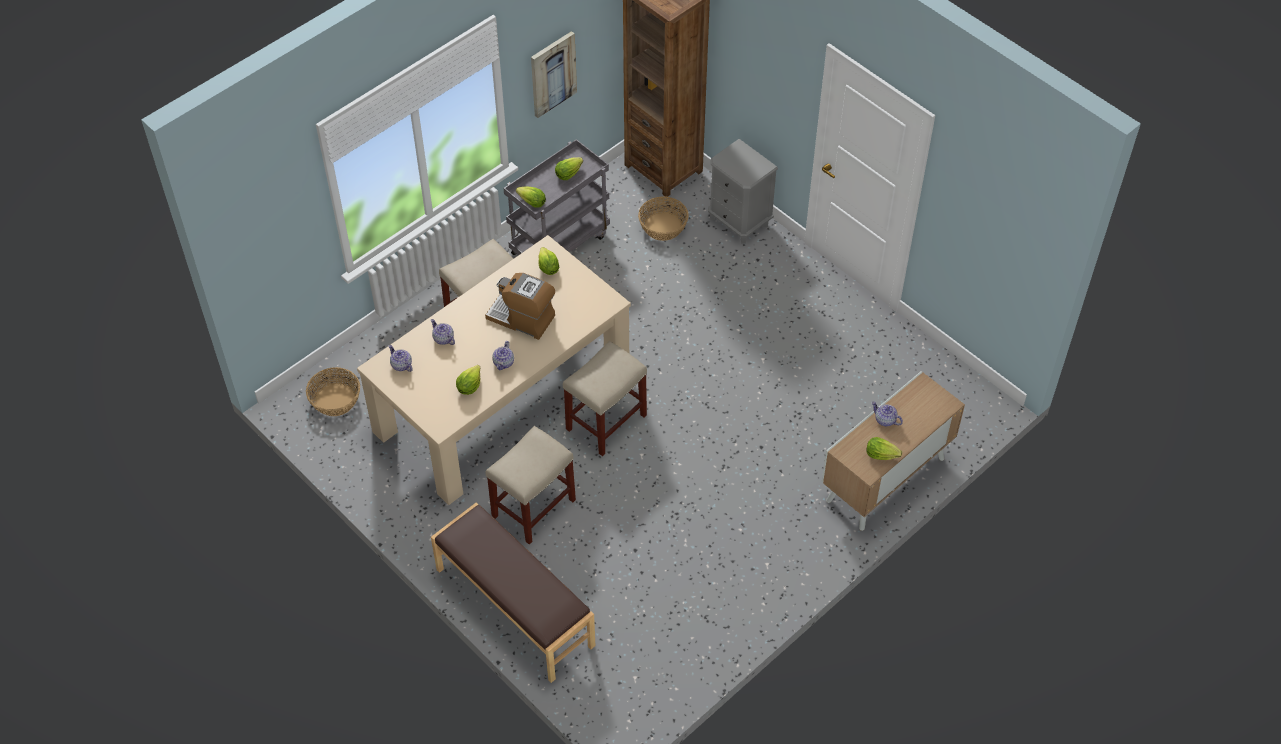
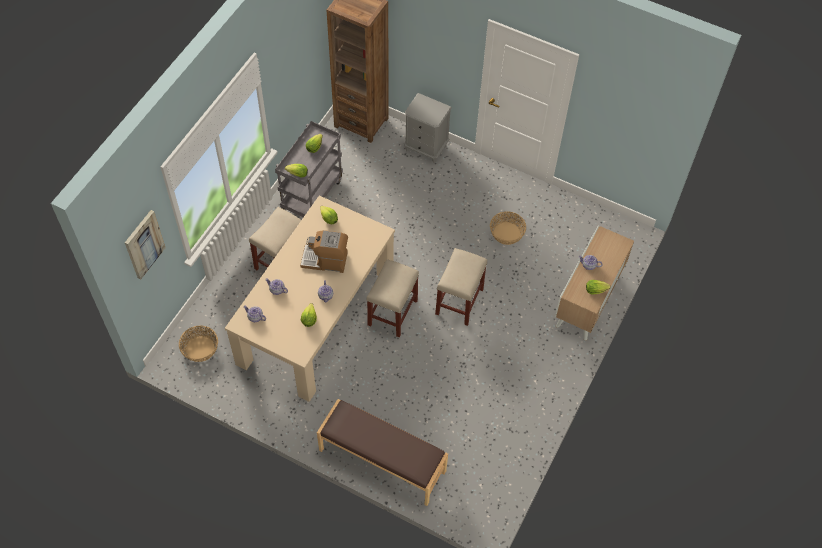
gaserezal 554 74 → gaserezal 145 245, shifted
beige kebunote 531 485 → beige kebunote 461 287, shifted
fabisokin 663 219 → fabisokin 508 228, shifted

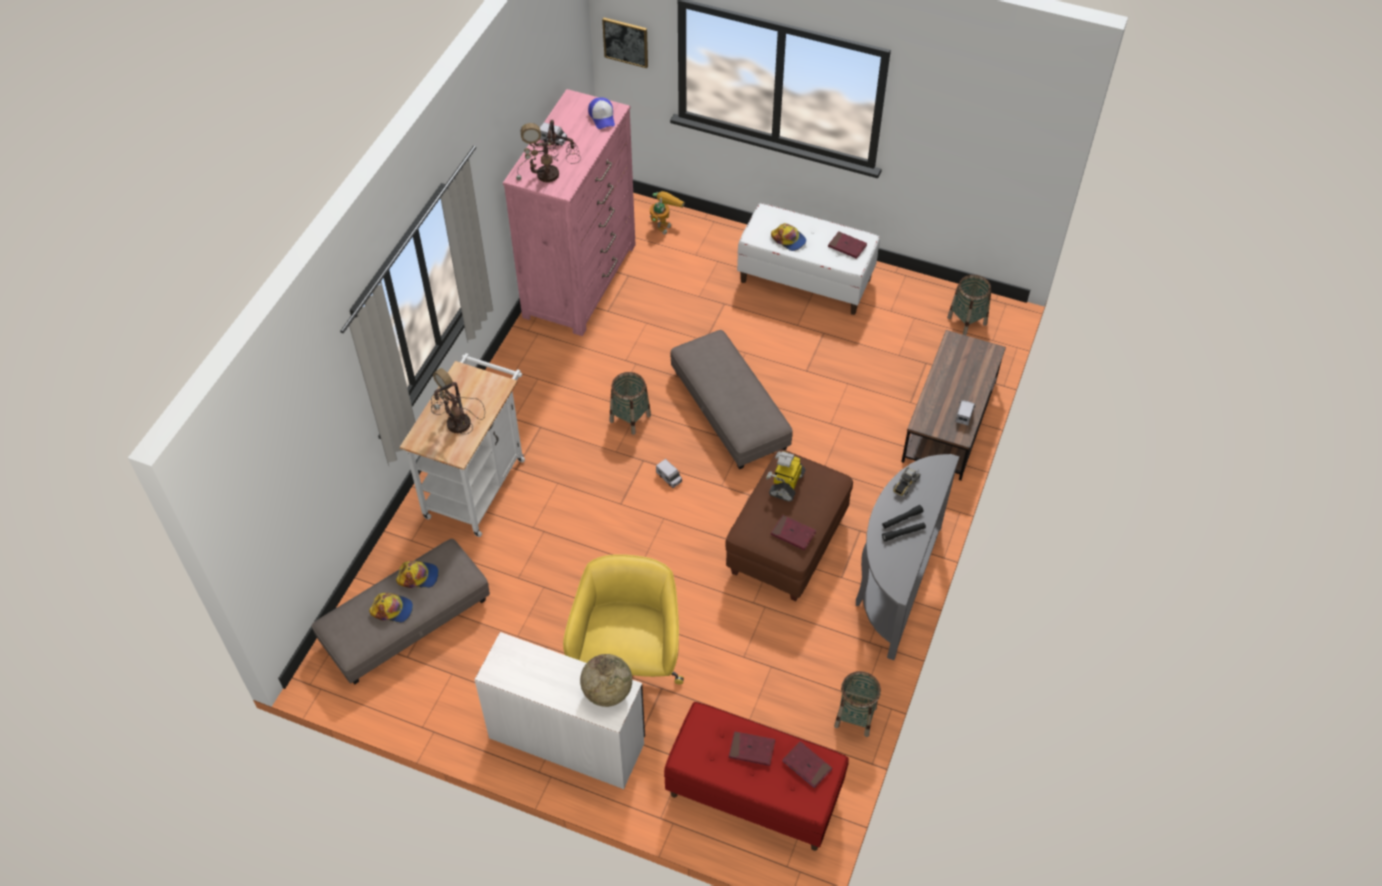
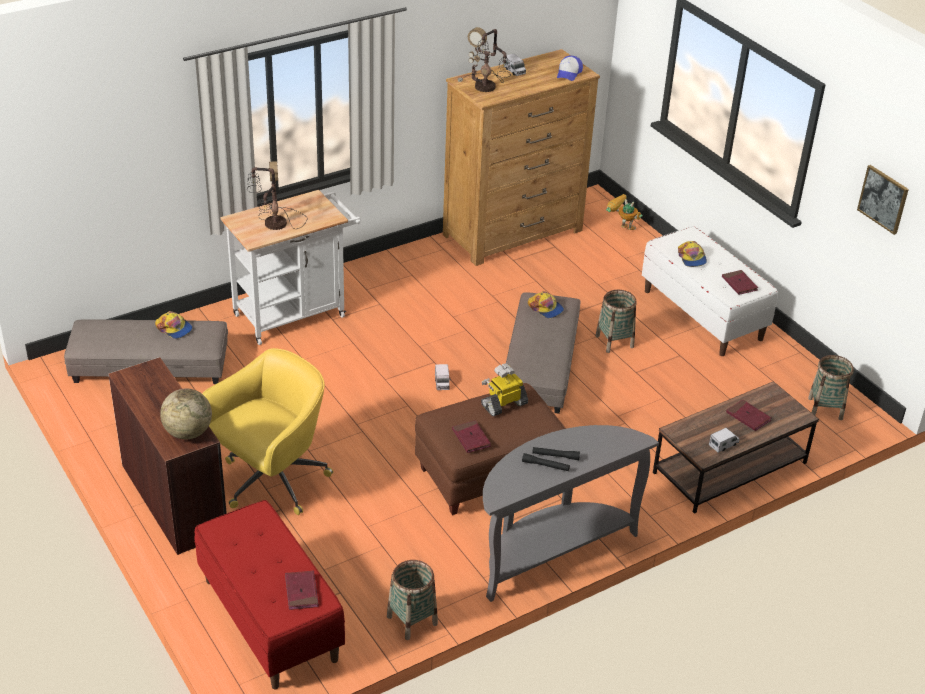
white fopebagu 559 710 → brown fopebagu 167 456
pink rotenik 569 212 → brown rotenik 521 157
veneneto 391 608 → veneneto 546 304, shifted
fabisokin 630 403 → fabisokin 616 321, shifted
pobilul 667 212 → pobilul 624 212, 120 degrees counterclockwise
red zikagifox 752 748 → red zikagifox 748 415, shifted
gaserezal 625 43 → gaserezal 883 200, shifted
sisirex 906 480 → -

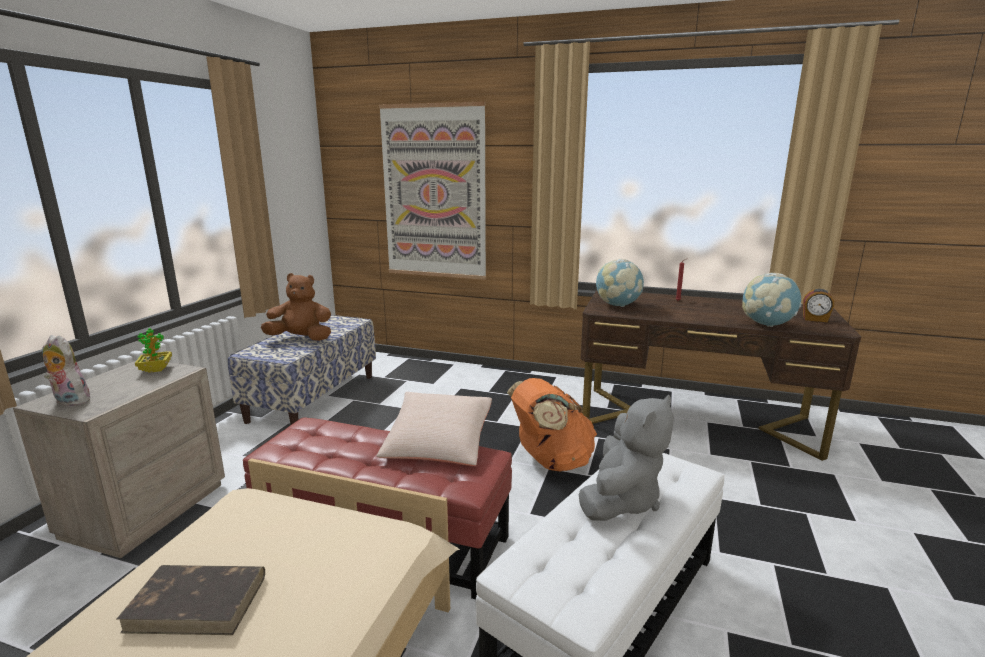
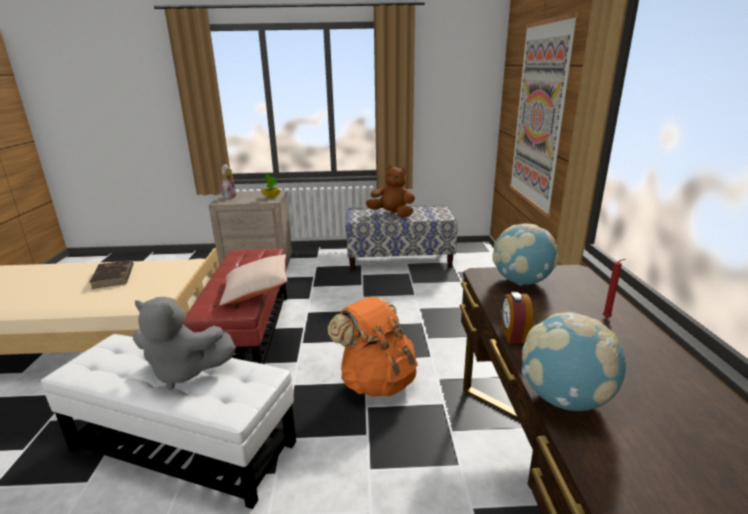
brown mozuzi 296 307 → brown mozuzi 390 191, 45 degrees counterclockwise
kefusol 818 305 → kefusol 517 317, shifted

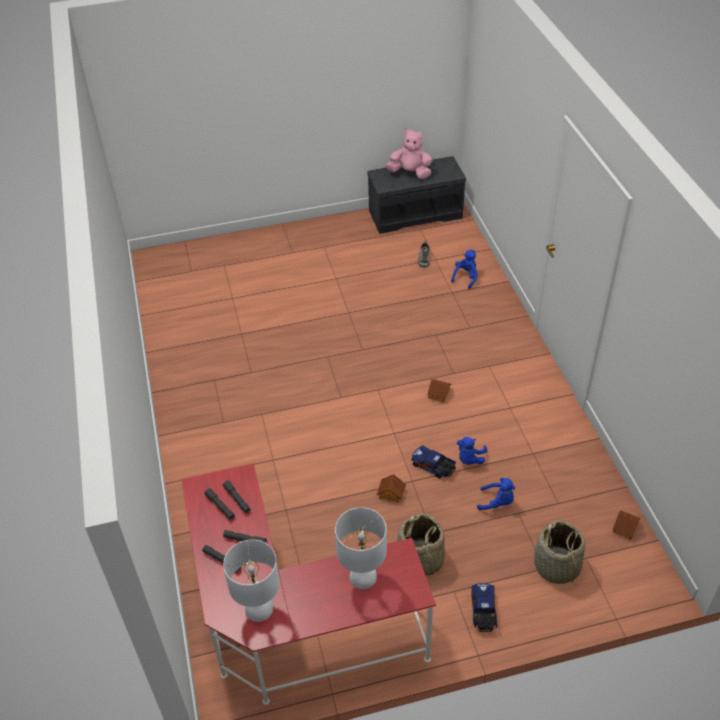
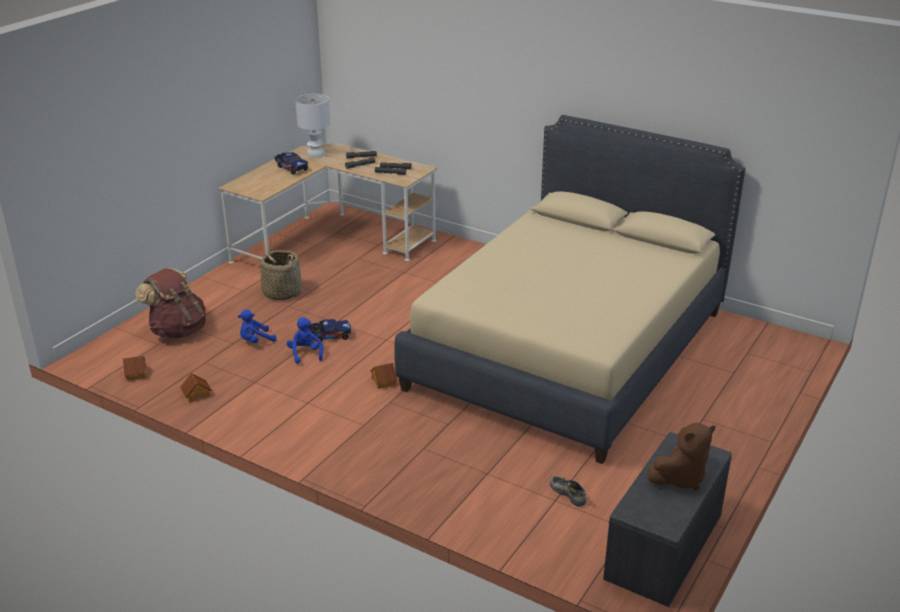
fabisokin 559 552 → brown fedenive 170 303
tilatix 391 488 → tilatix 196 387, shifted
red fopebagu 309 584 → beige fopebagu 327 203
sisirex 484 607 → sisirex 291 163, shifted
- → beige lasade 570 289
pink mozuzi 408 153 → brown mozuzi 681 457
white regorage 361 548 → -
blue mozuzi 464 269 → -

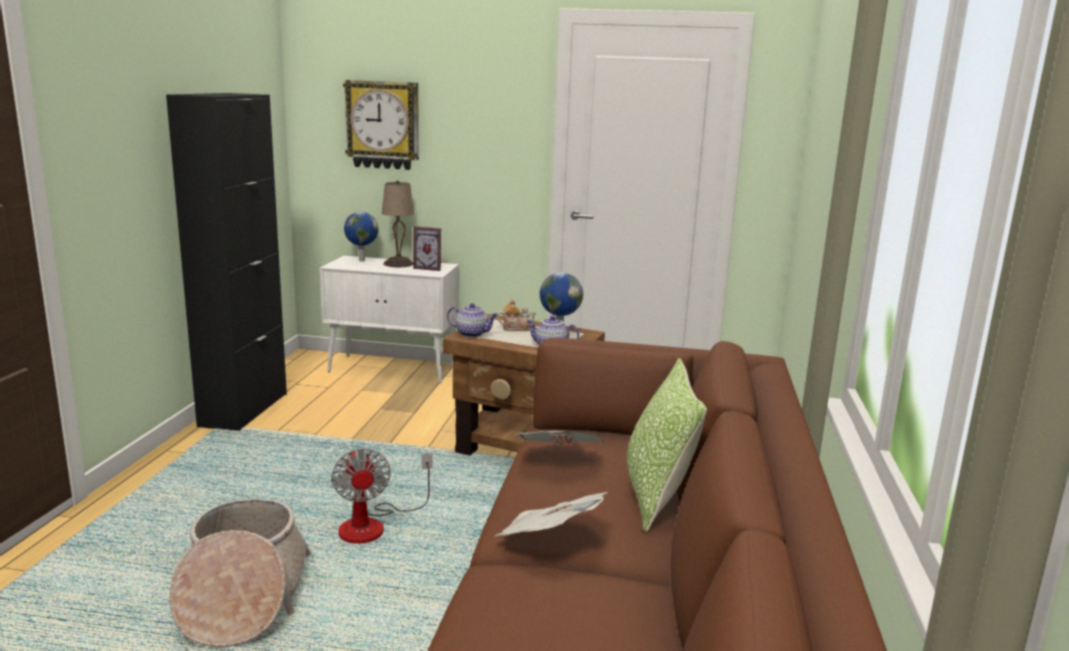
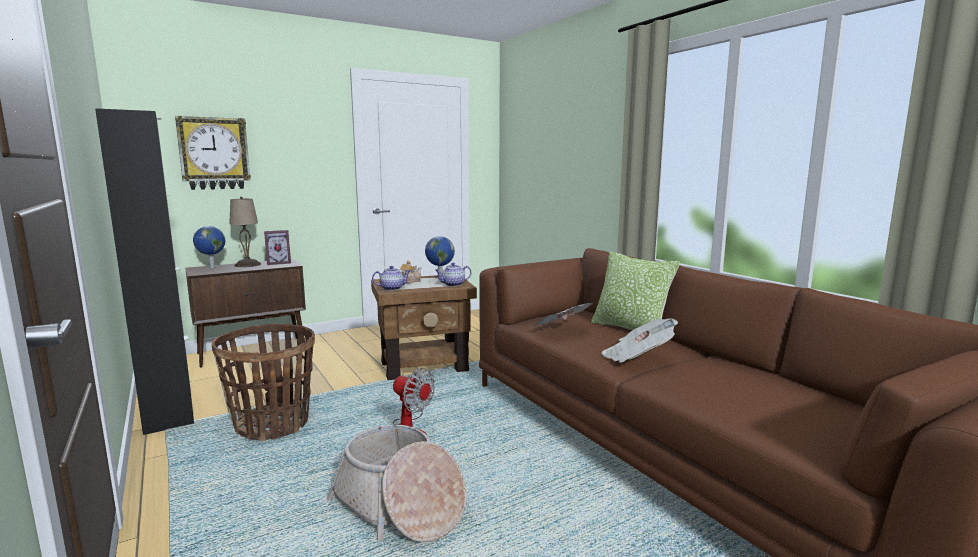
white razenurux 389 319 → brown razenurux 245 313
- → fabisokin 263 382

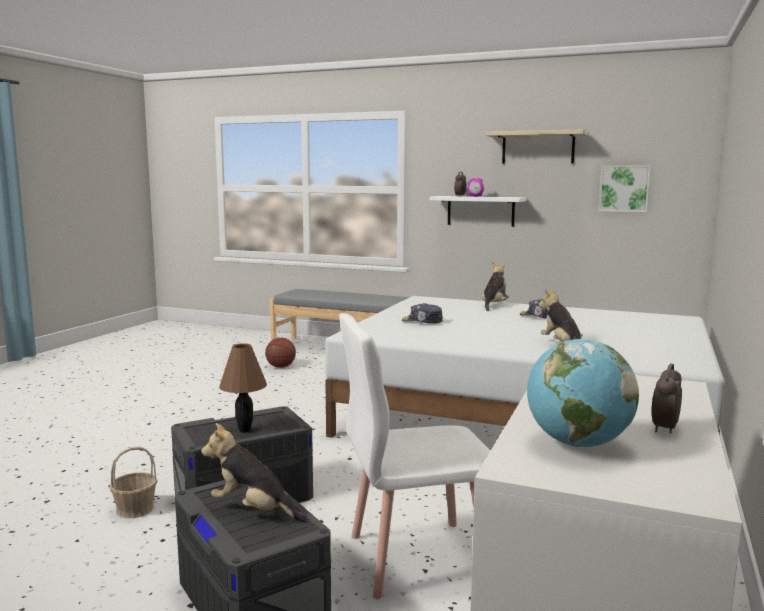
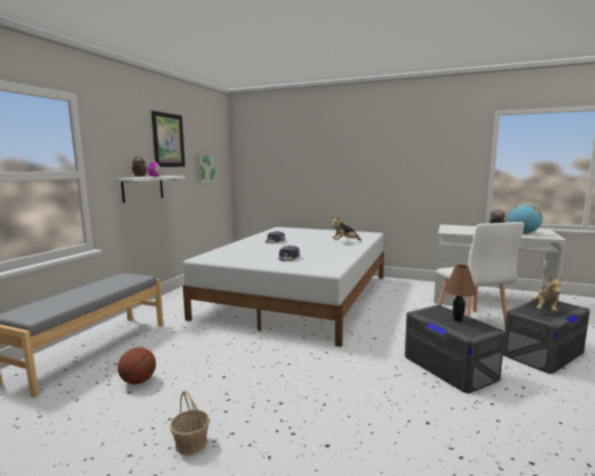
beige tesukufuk 536 146 → gaserezal 168 139
fabisokin 133 482 → fabisokin 190 423, shifted
mozuzi 495 286 → -

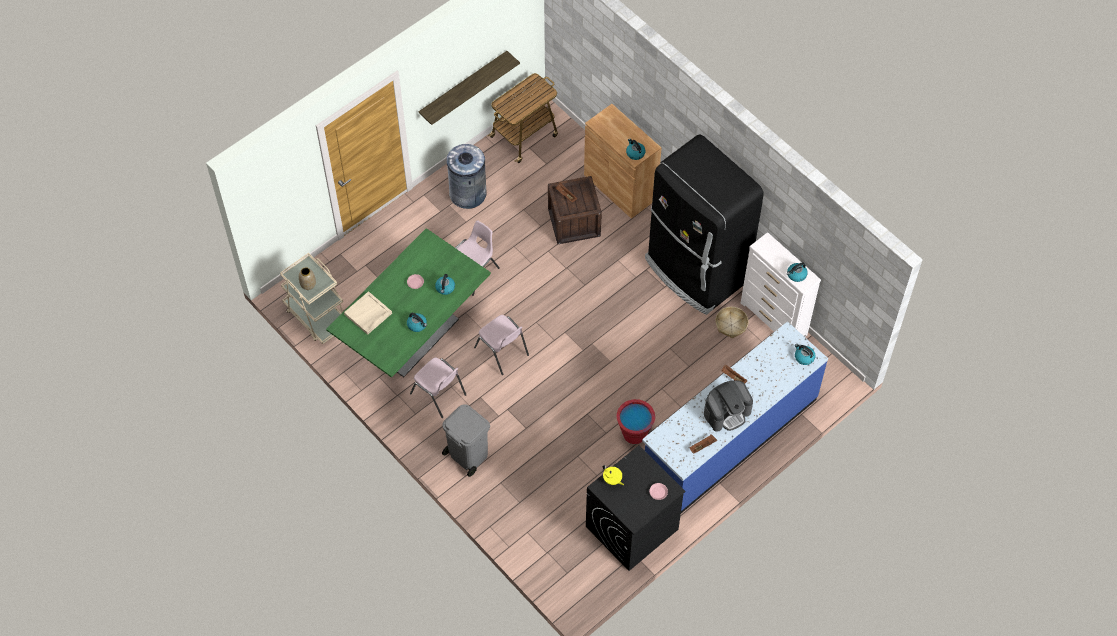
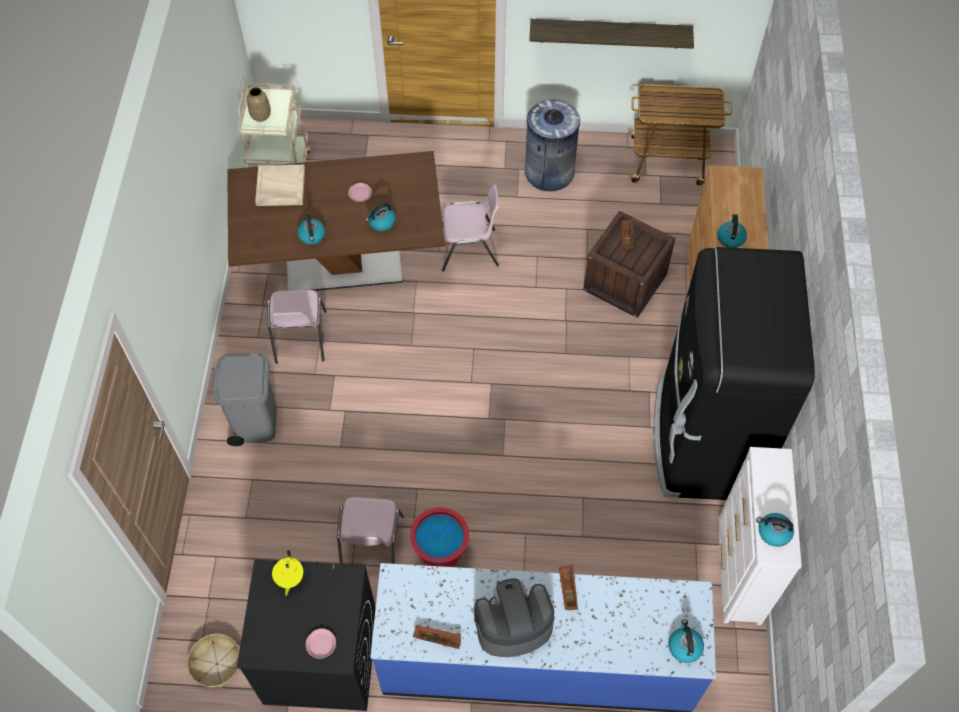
fabisokin 732 322 → fabisokin 213 661, shifted
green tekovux 408 303 → brown tekovux 336 221
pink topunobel 501 345 → pink topunobel 370 530, shifted
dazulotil 728 406 → dazulotil 514 618, 150 degrees clockwise

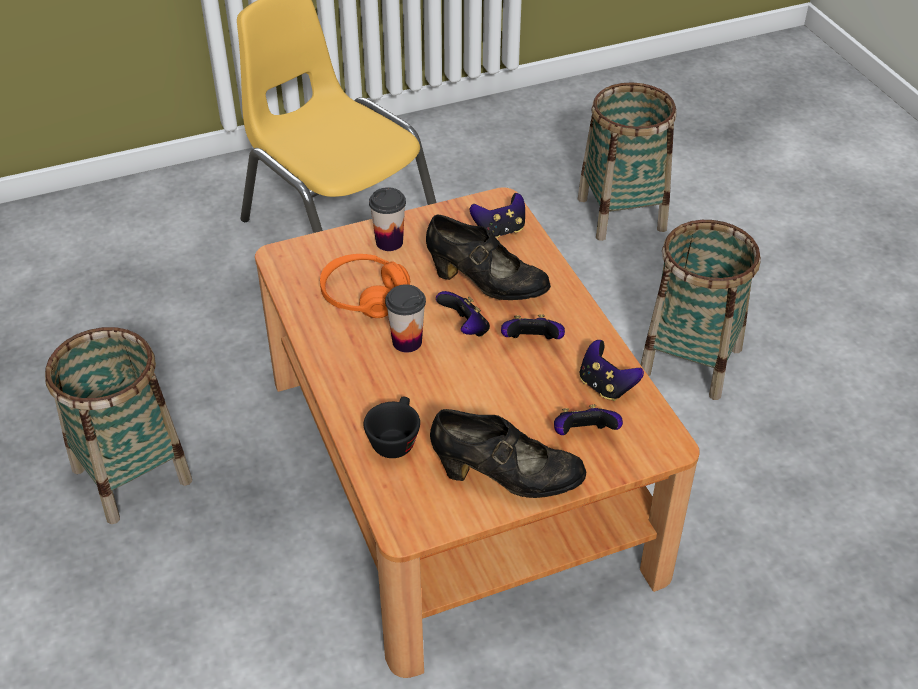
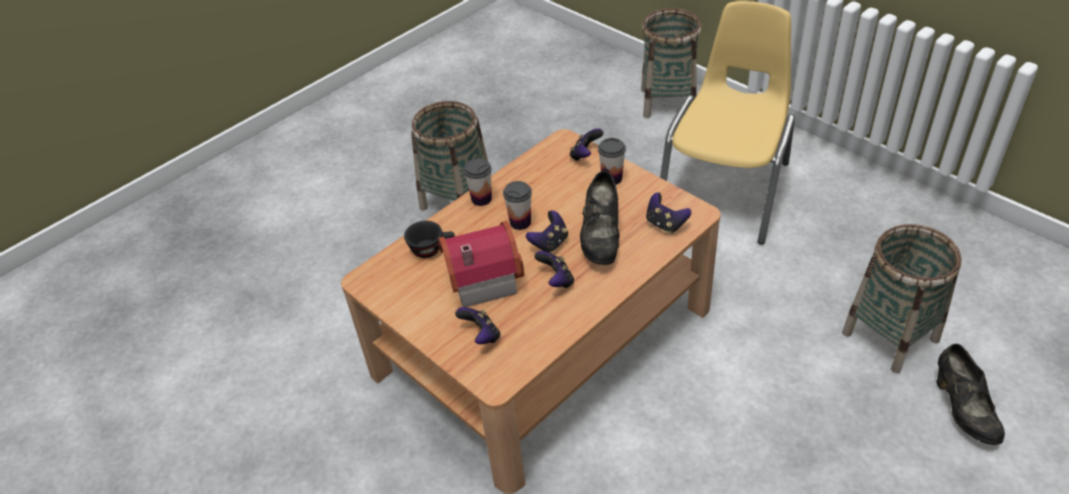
- → tilatix 481 264
- → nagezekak 477 182
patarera 612 370 → patarera 586 144, shifted
fabisokin 701 310 → fabisokin 671 63, shifted
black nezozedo 508 453 → black nezozedo 970 394, shifted
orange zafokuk 365 286 → -

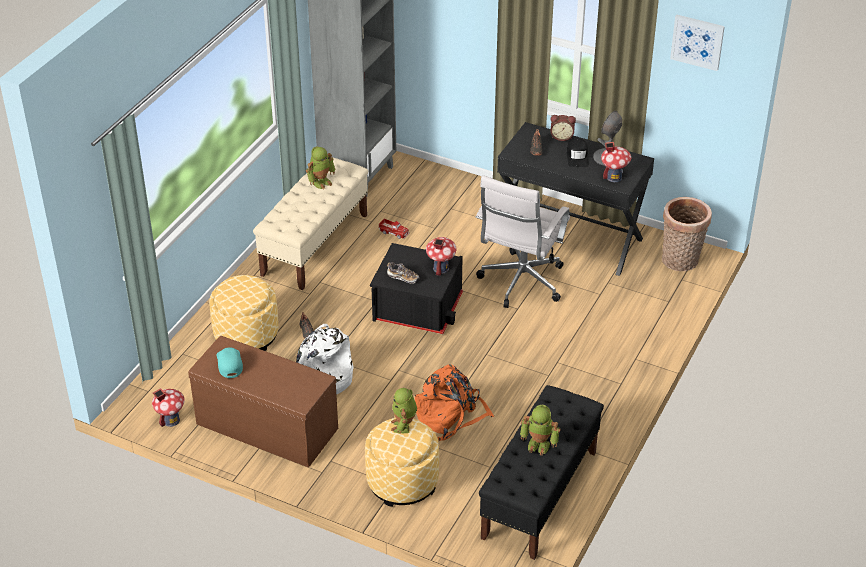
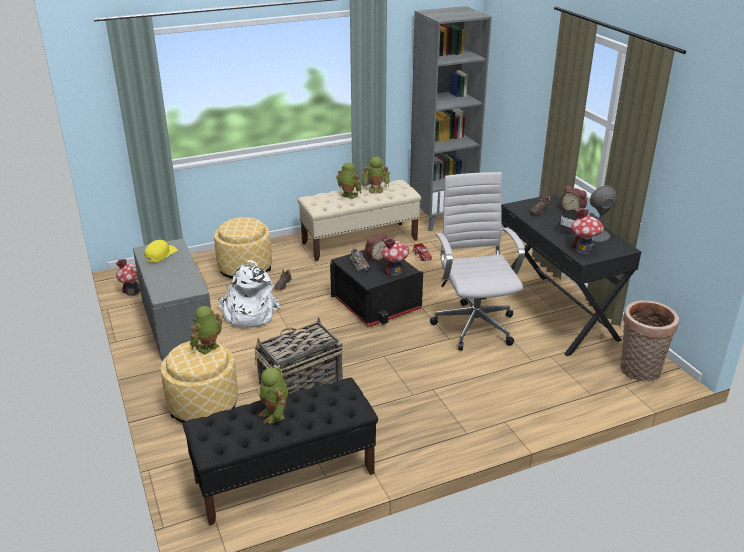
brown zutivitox 263 402 → grey zutivitox 172 300
turquoise veneneto 230 362 → yellow veneneto 161 251
orange fedenive 454 402 → fabisokin 298 355
- → pobilul 349 180
- → kefusol 376 247
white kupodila 522 241 → white kupodila 477 261, 105 degrees clockwise
gaserezal 697 43 → -

